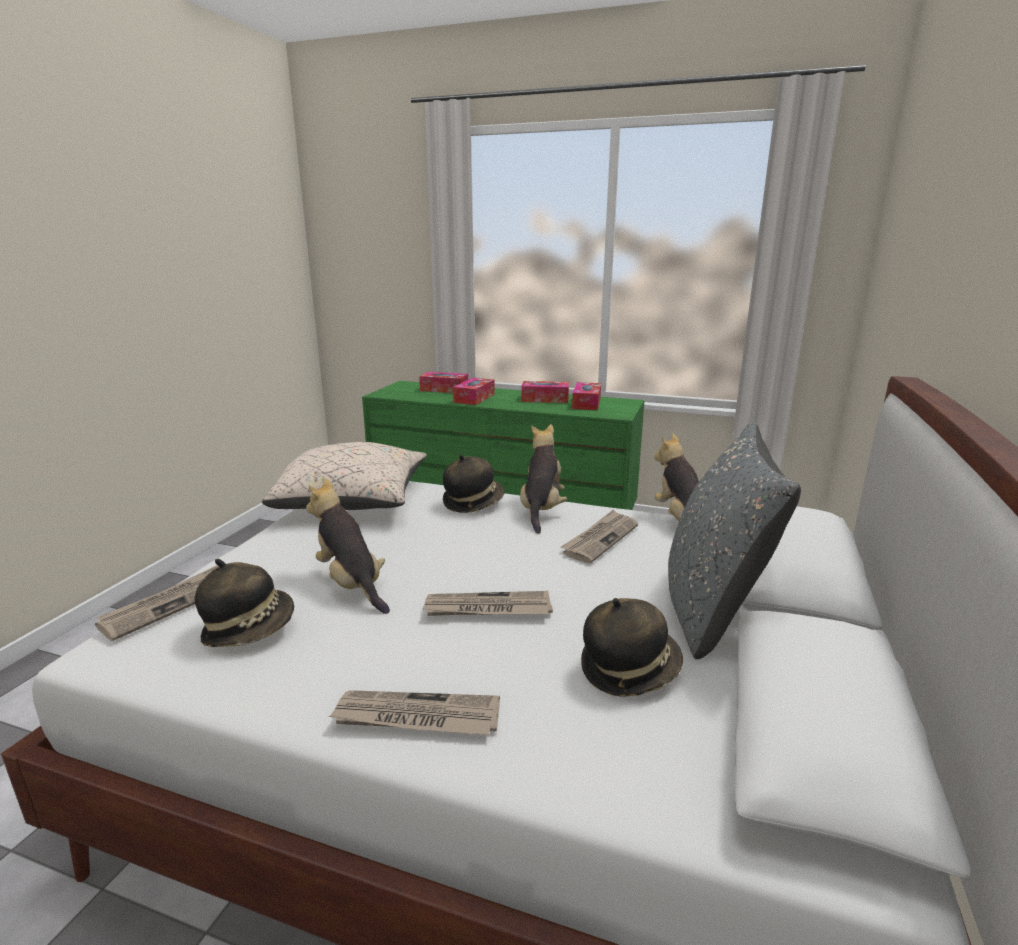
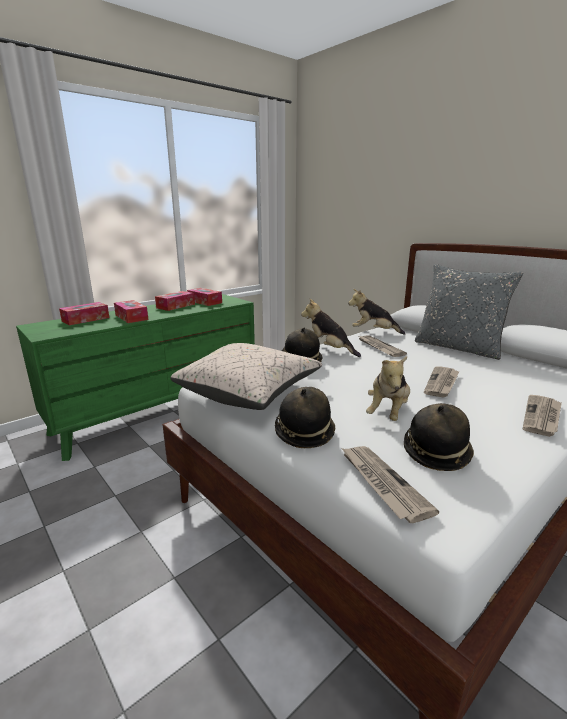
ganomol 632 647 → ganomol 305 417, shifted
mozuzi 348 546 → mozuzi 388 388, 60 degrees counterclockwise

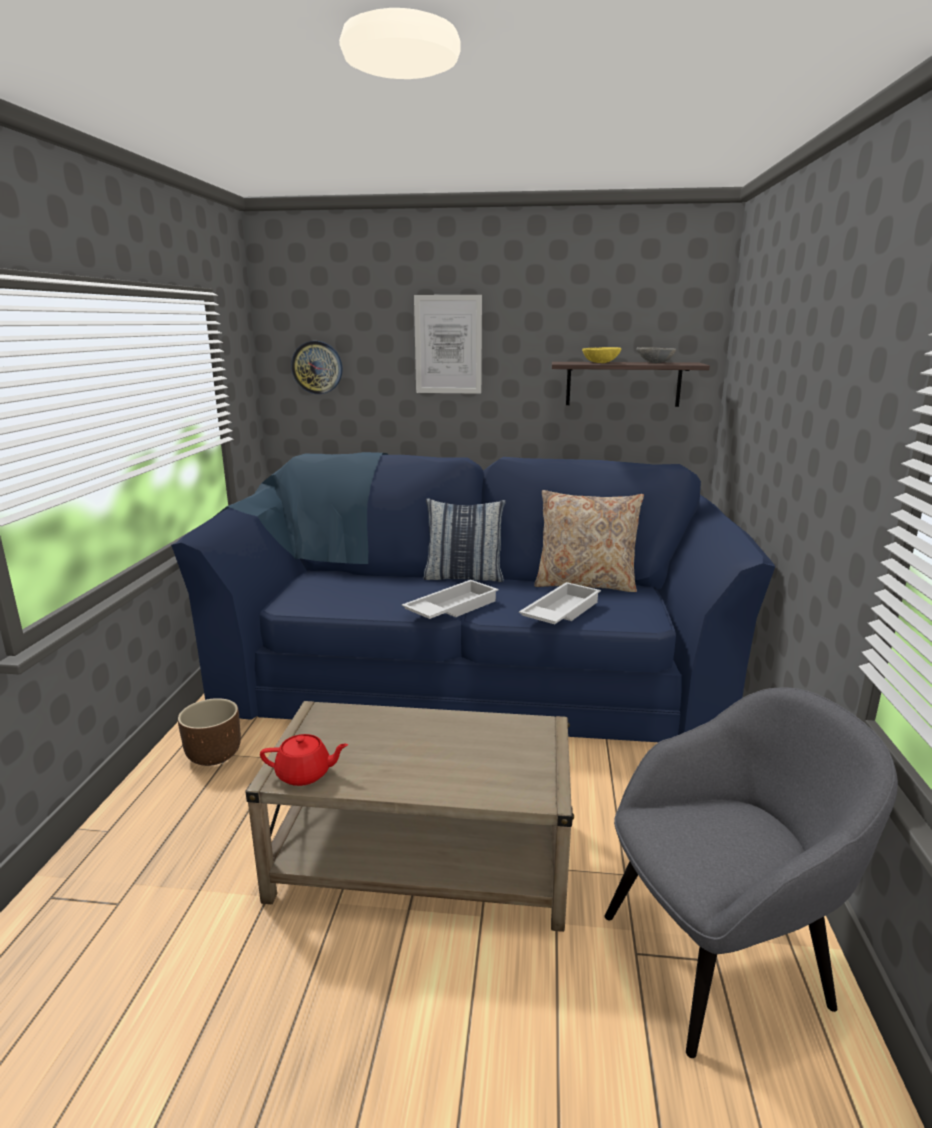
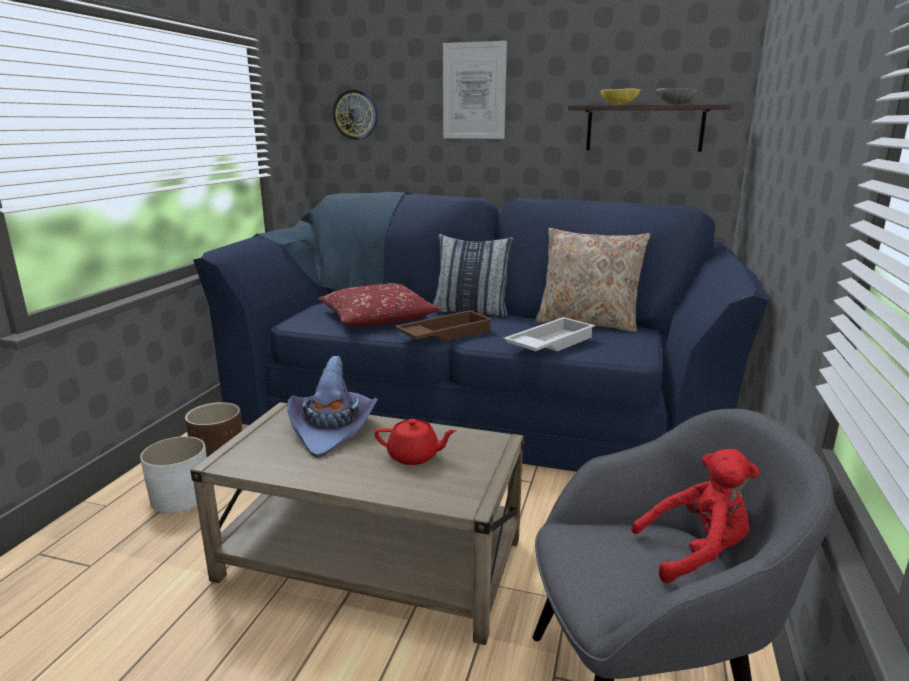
- → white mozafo 173 474
- → purple ganomol 332 407
- → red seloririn 379 305
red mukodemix 304 760 → red mukodemix 415 442, shifted
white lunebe 450 599 → brown lunebe 443 325
- → red mozuzi 695 516

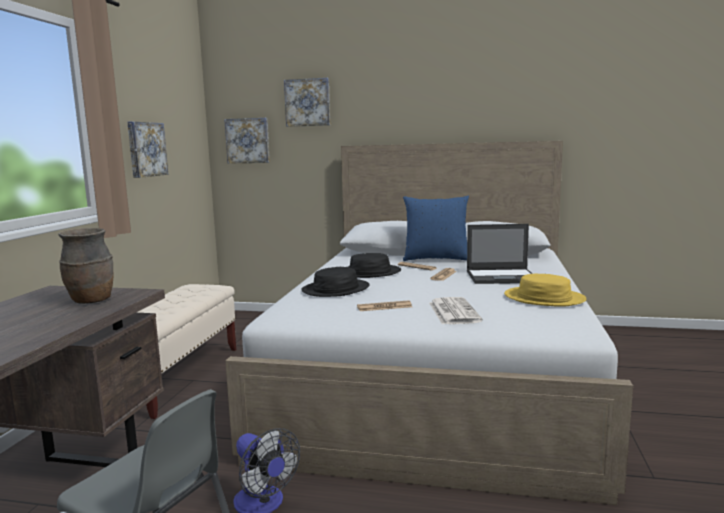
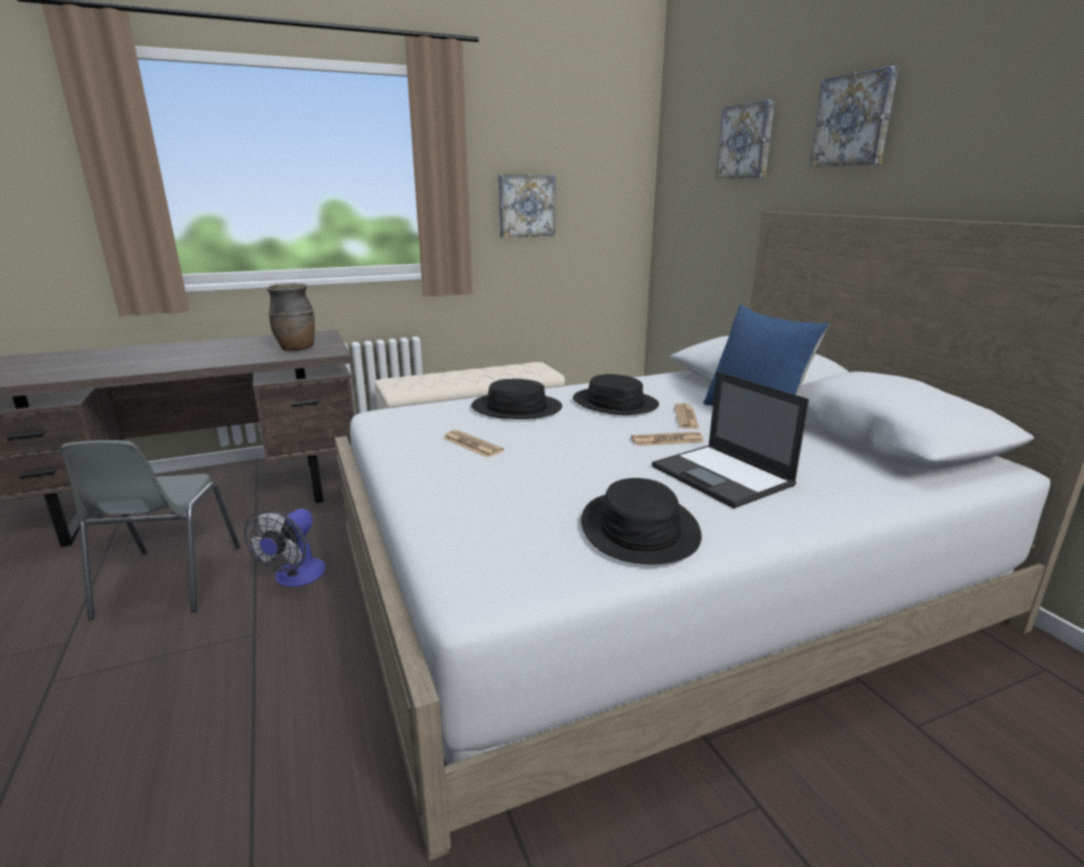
yellow ganomol 545 290 → black ganomol 641 521
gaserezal 247 141 → gaserezal 854 116, shifted
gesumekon 456 311 → -

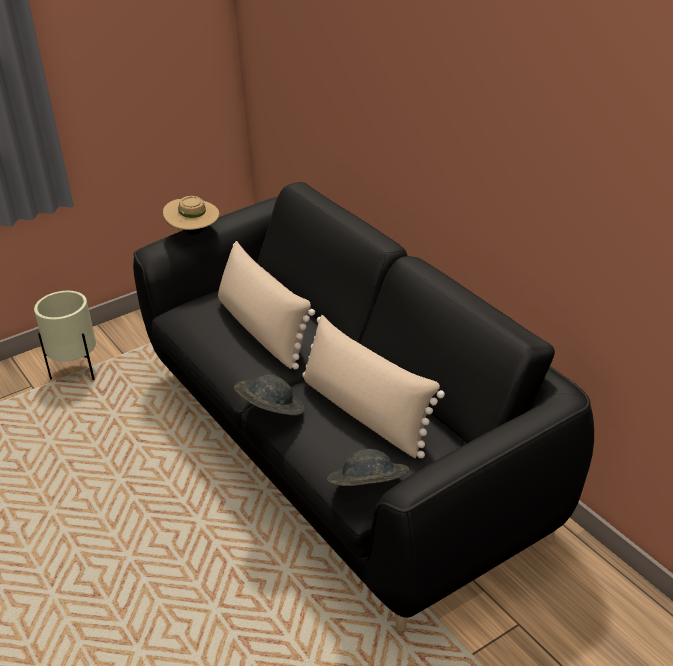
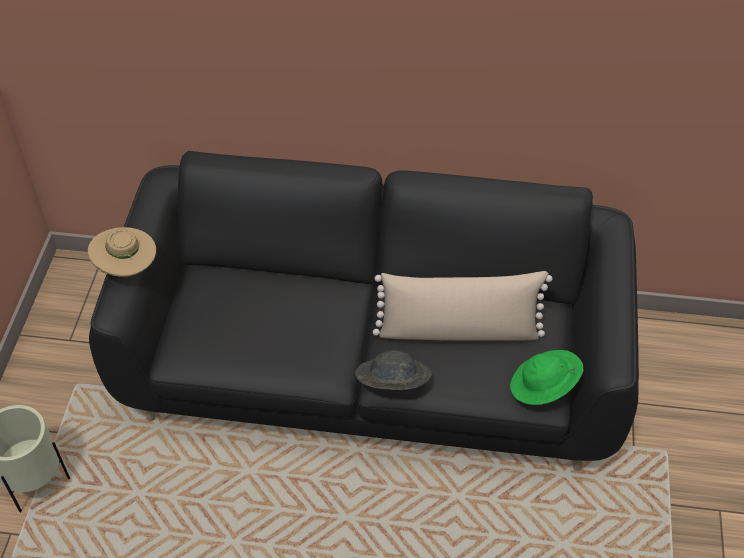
grey ganomol 368 467 → green ganomol 546 377
beige seloririn 266 305 → -

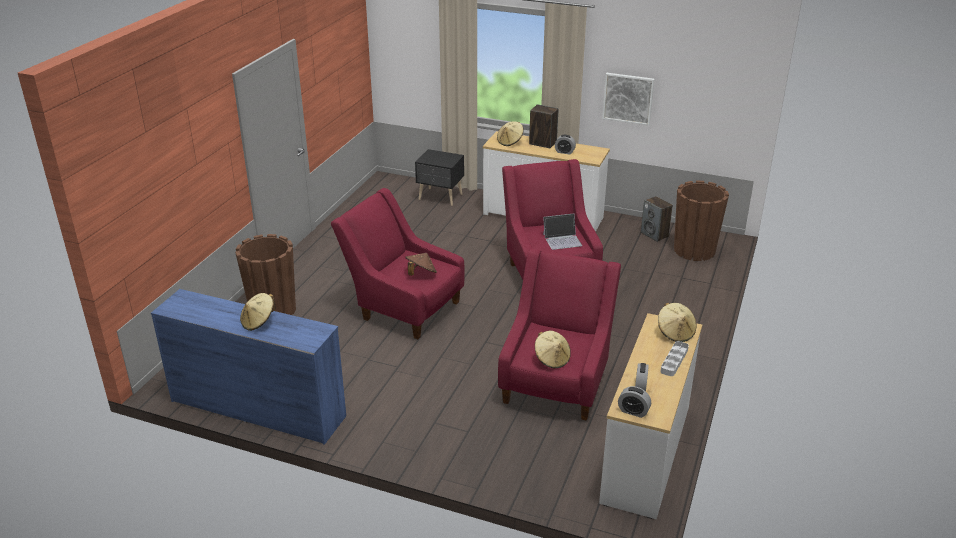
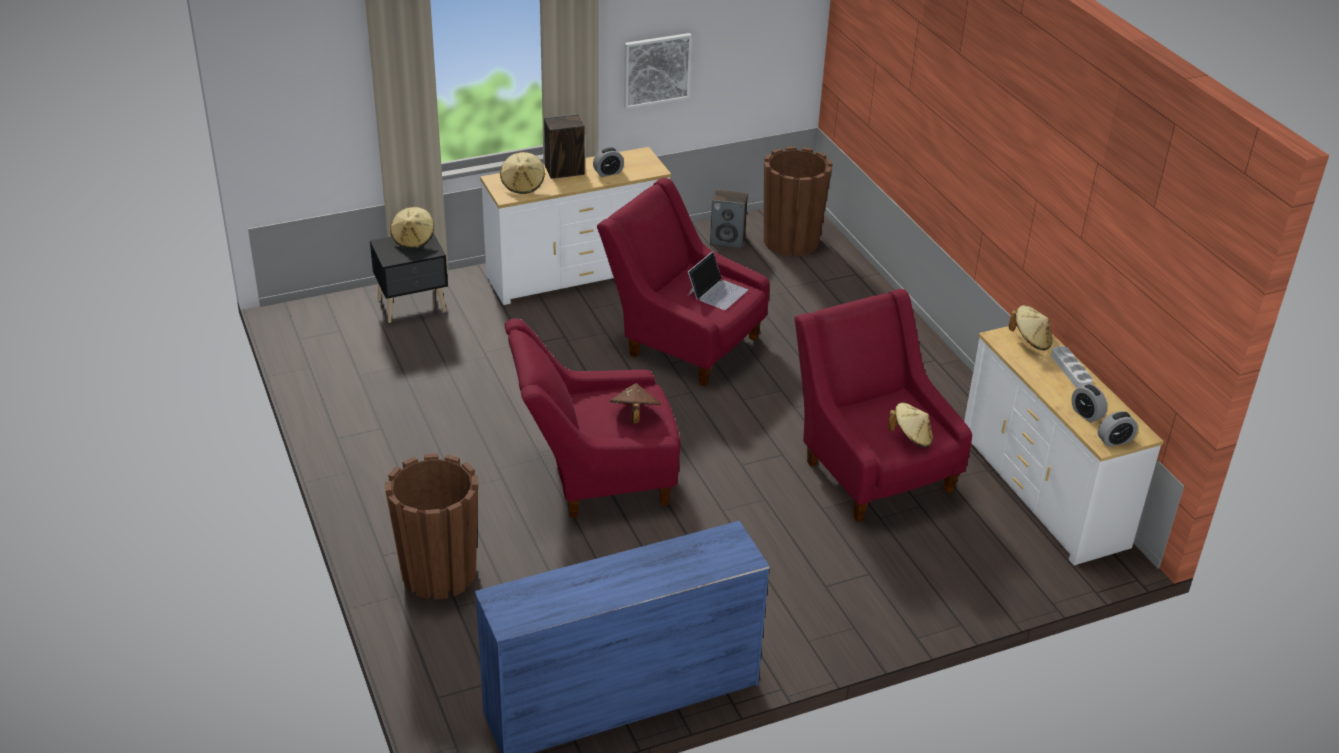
beige ganomol 258 312 → beige ganomol 412 227, shifted

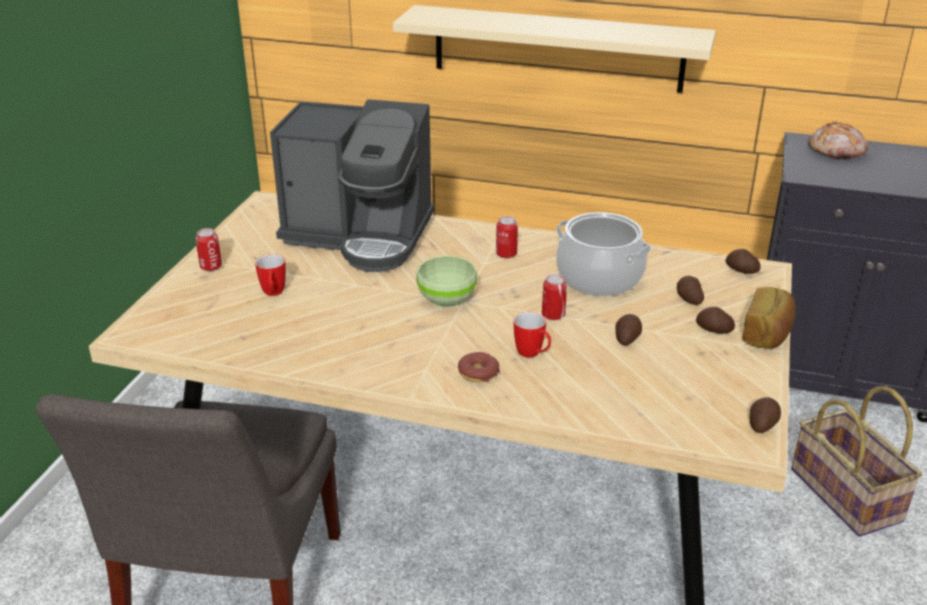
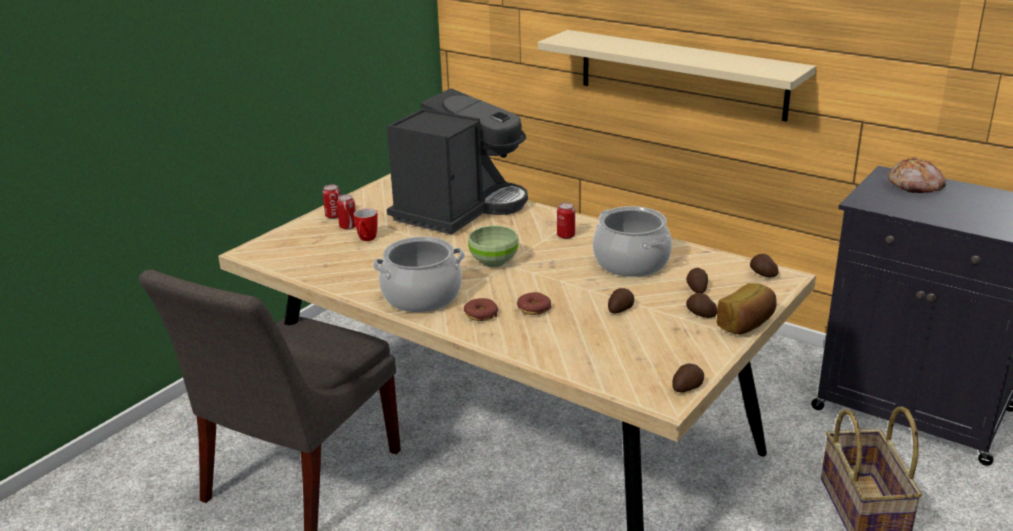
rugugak 554 297 → rugugak 346 212, shifted
- → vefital 419 274
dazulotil 352 185 → dazulotil 457 161, 90 degrees counterclockwise
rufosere 532 335 → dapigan 534 303

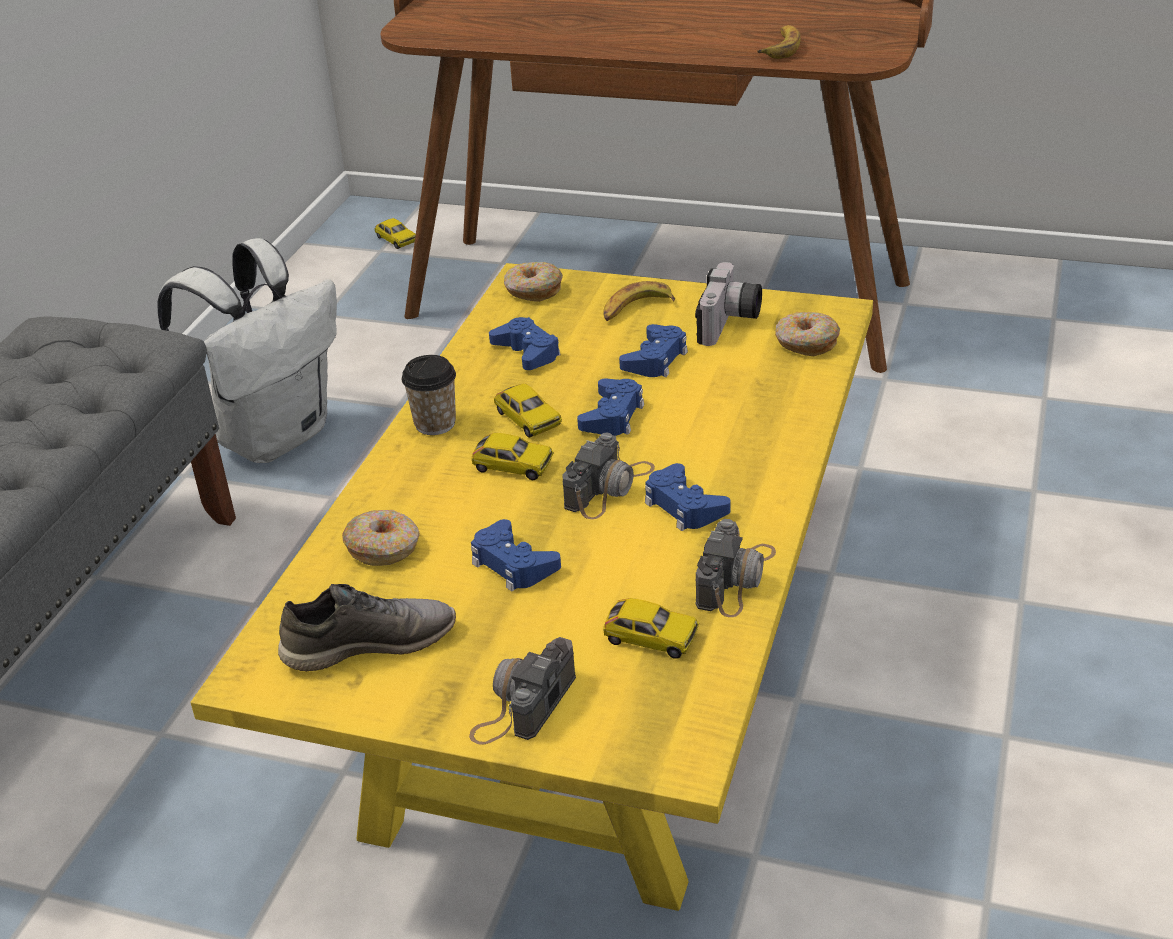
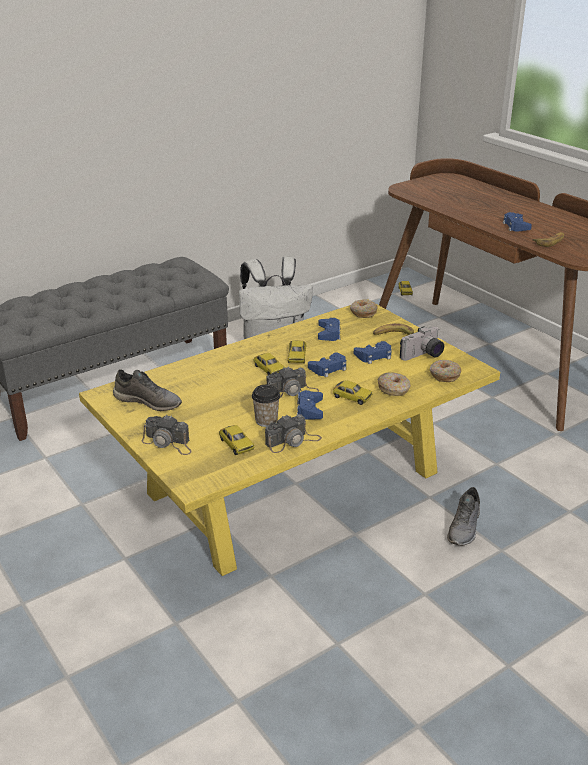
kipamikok 522 691 → kipamikok 166 435, 135 degrees counterclockwise
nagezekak 429 395 → nagezekak 266 406, shifted
- → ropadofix 353 392
dapigan 381 538 → dapigan 394 384, shifted
- → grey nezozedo 463 516
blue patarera 516 555 → blue patarera 517 222, shifted

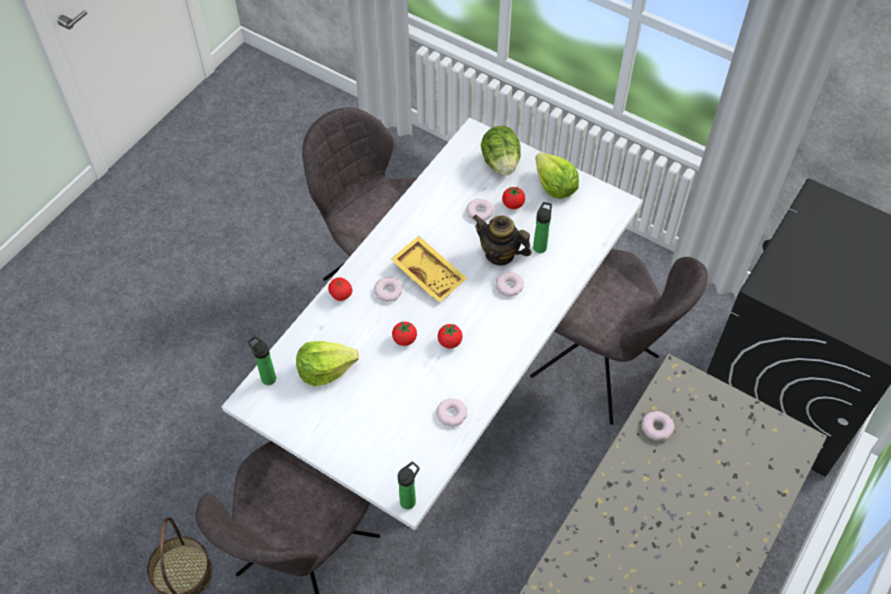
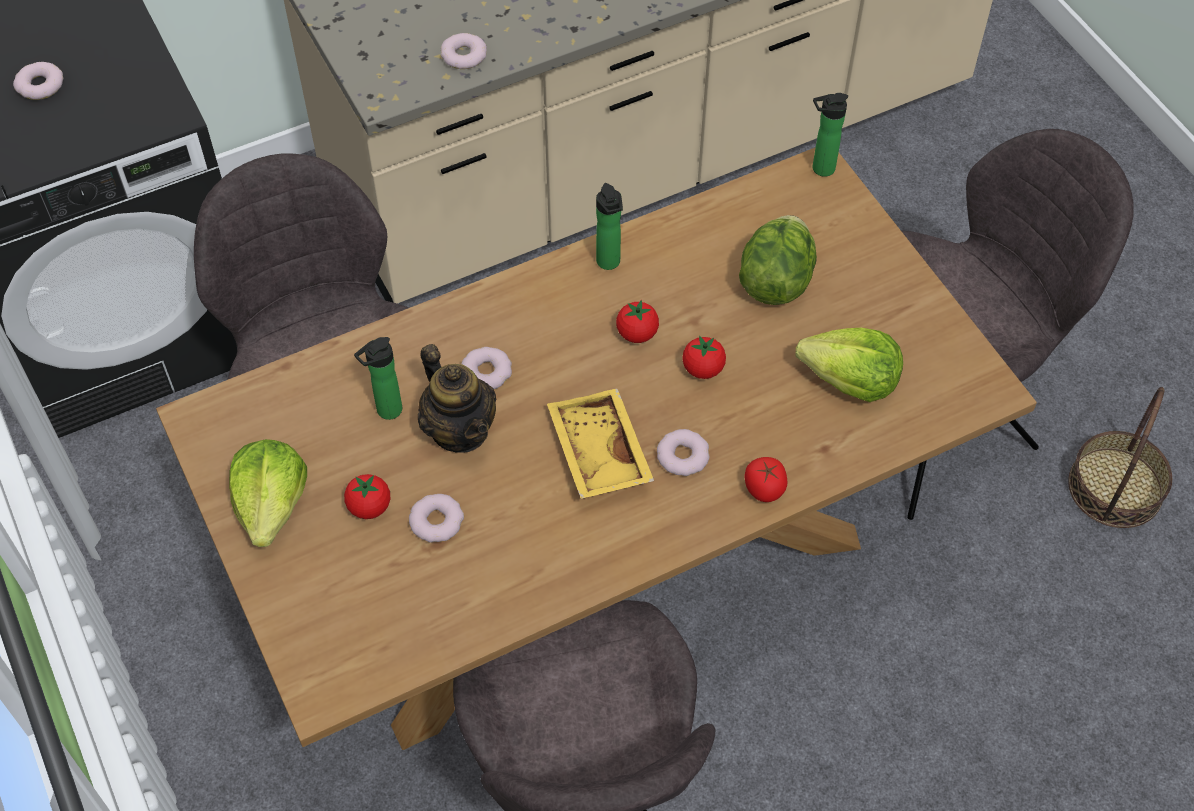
dapigan 451 412 → dapigan 38 81, shifted
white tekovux 432 324 → brown tekovux 596 448
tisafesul 262 360 → tisafesul 609 226, shifted
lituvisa 501 151 → lituvisa 778 260, shifted

